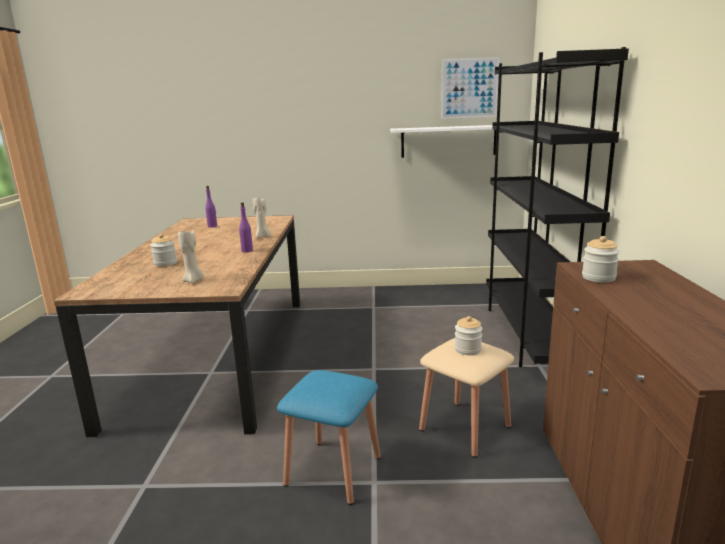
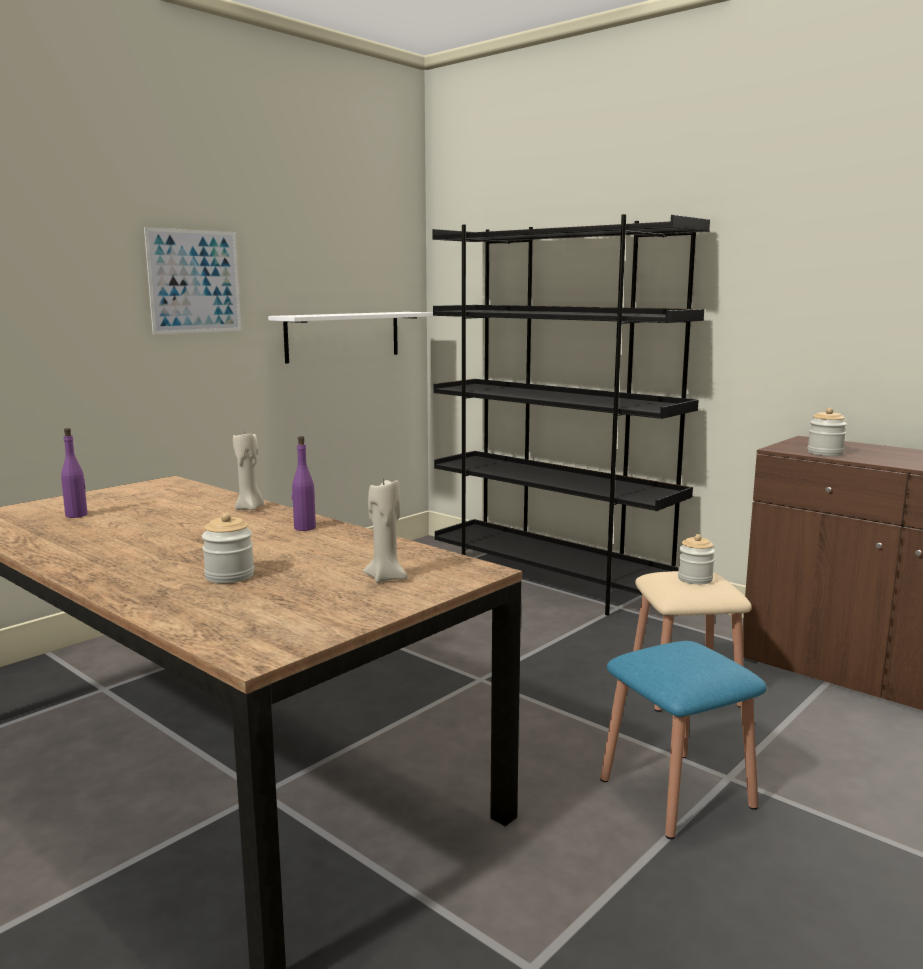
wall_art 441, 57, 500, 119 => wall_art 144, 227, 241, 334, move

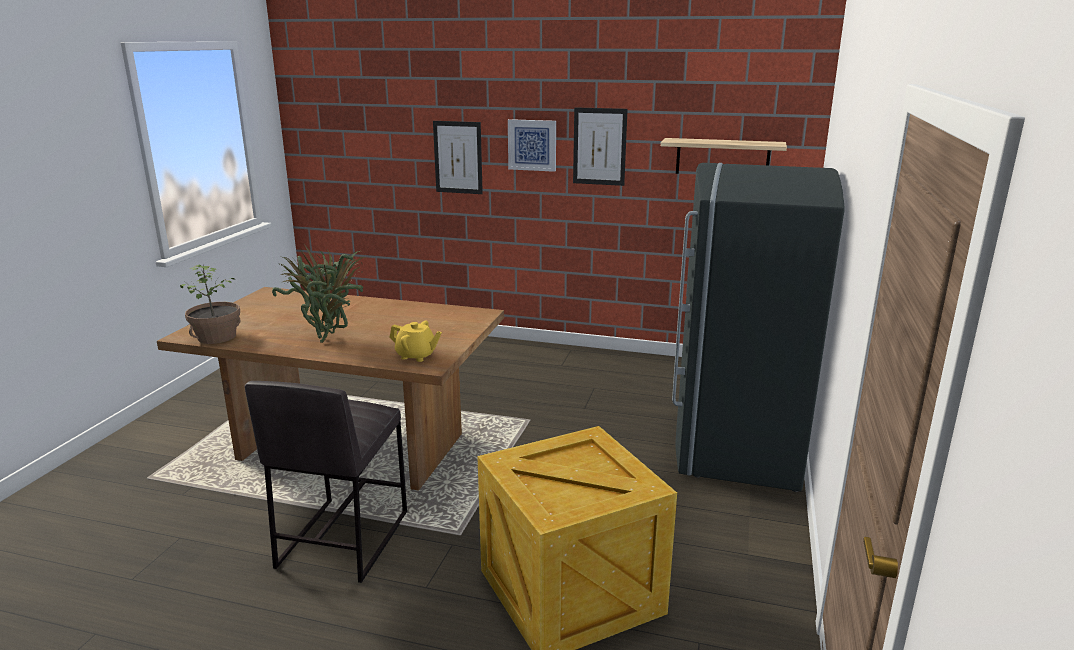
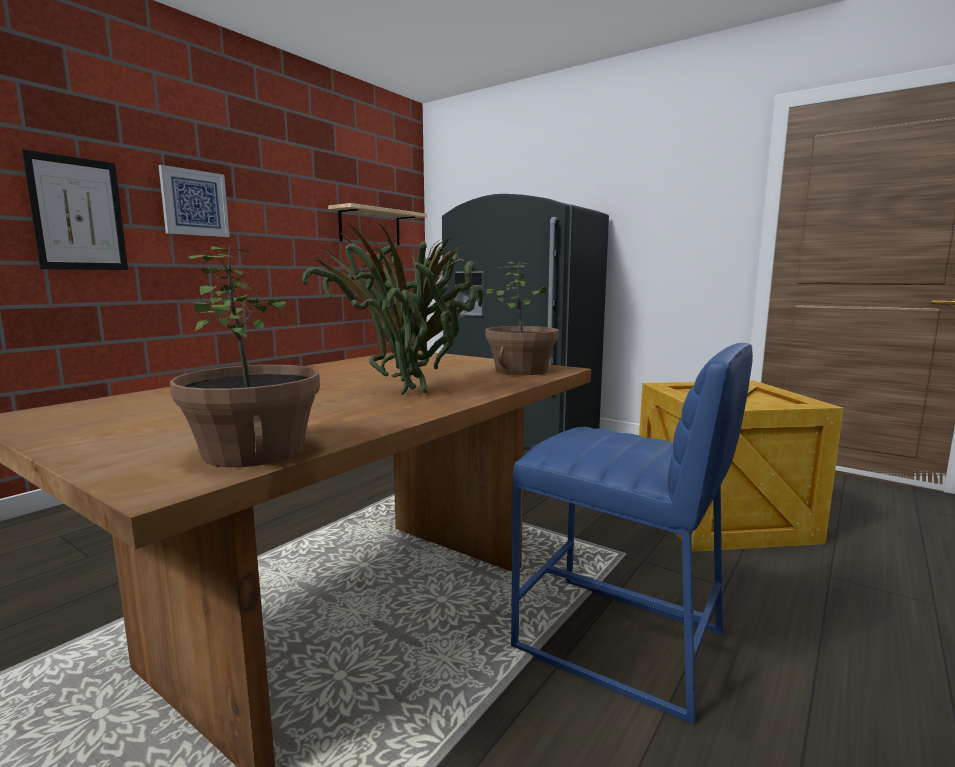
wall_art 573, 107, 628, 186 => nothing
yellow-coloured_teapot 389, 321, 442, 362 => potted_plant 486, 261, 559, 375
gray_stool 245, 381, 407, 583 => bluish_stool 511, 343, 753, 724

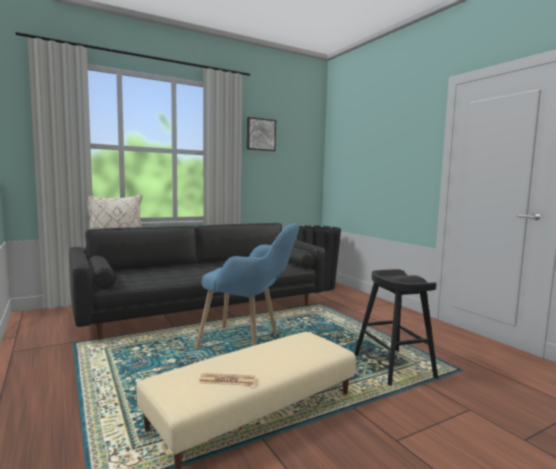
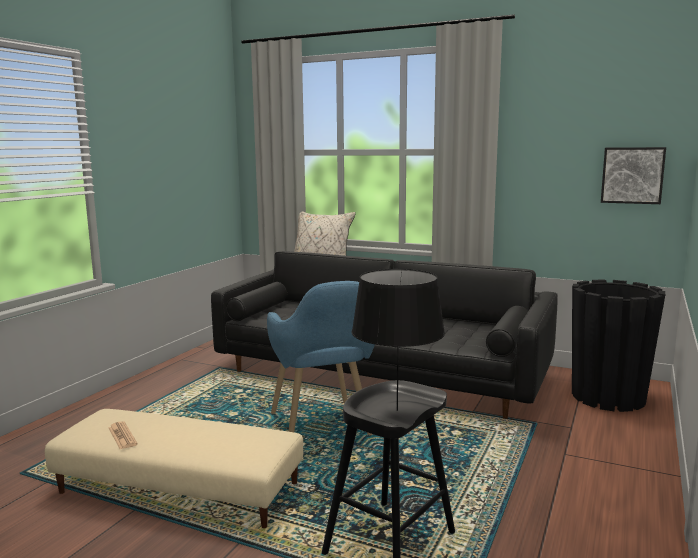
wall_art 247, 117, 276, 151 => wall_art 601, 147, 666, 204, move
nothing => black-coloured_lamp_for_a_table 351, 269, 445, 411

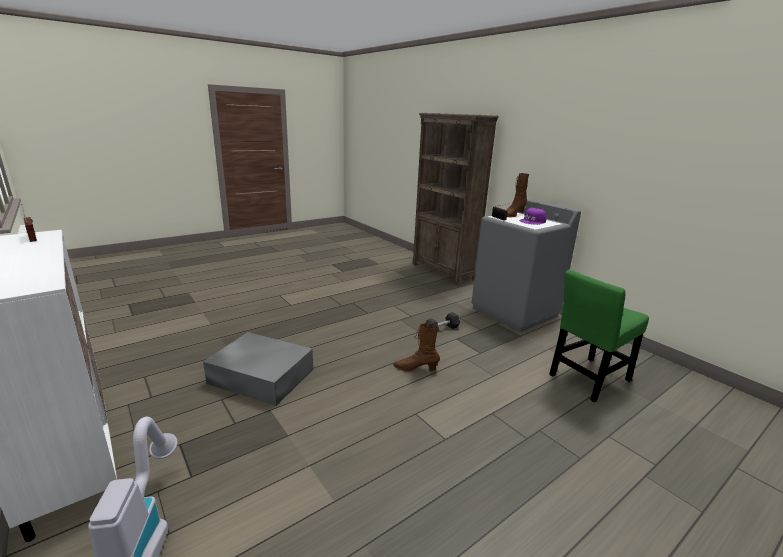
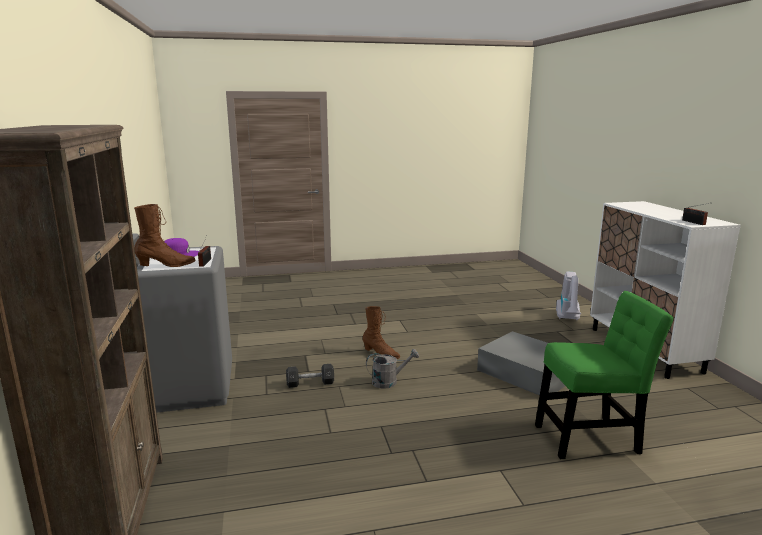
green-coloured_upright_chair 549, 270, 649, 402 => green-coloured_upright_chair 535, 291, 673, 459, move
nothing => gray_watering_can 366, 349, 419, 389

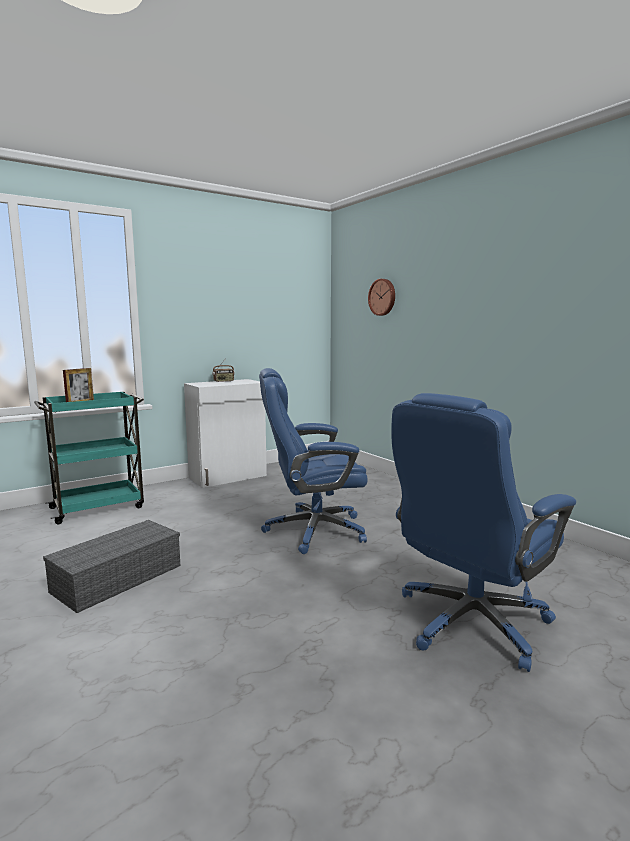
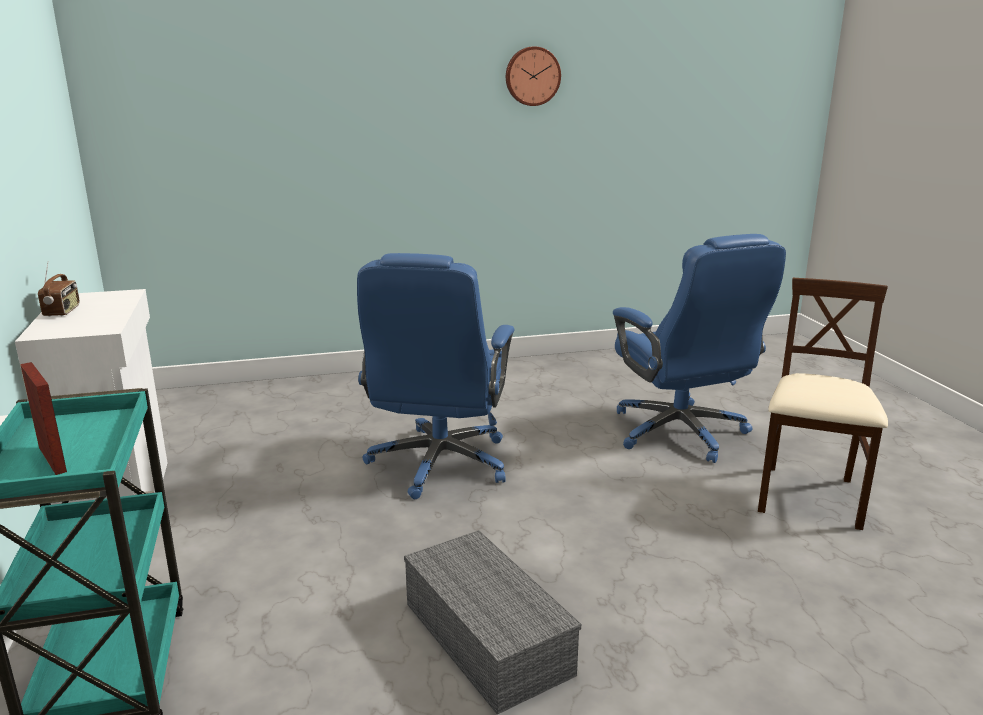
clock_on_the_wall 368, 279, 395, 316 => clock_on_the_wall 506, 47, 561, 106, move
nothing => beige-coloured_upright_chair 758, 278, 888, 530

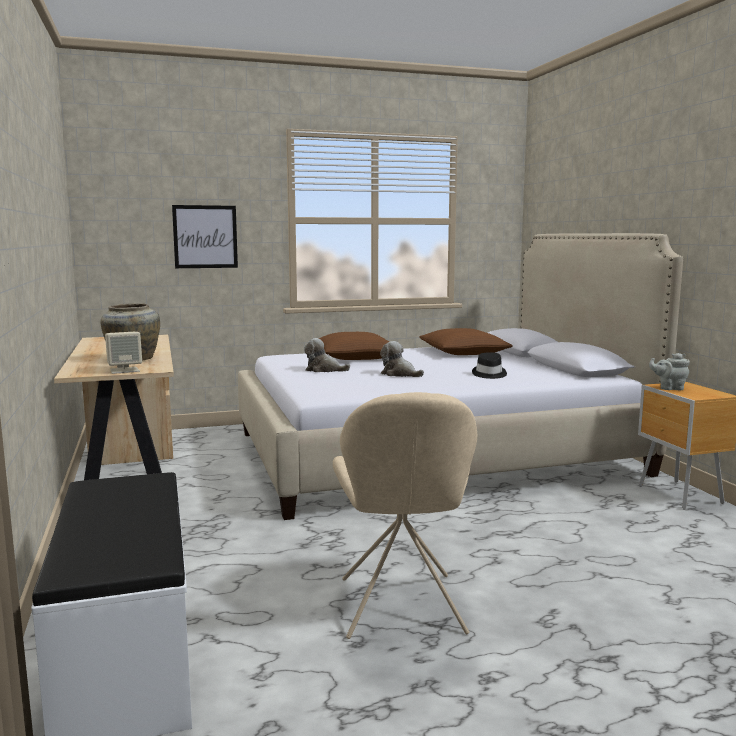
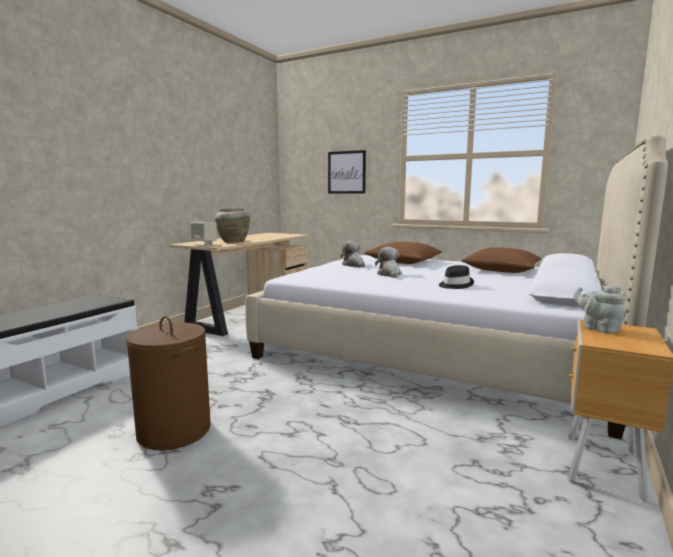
beige-coloured_upright_chair 333, 392, 477, 639 => brown_hamper 126, 316, 211, 450

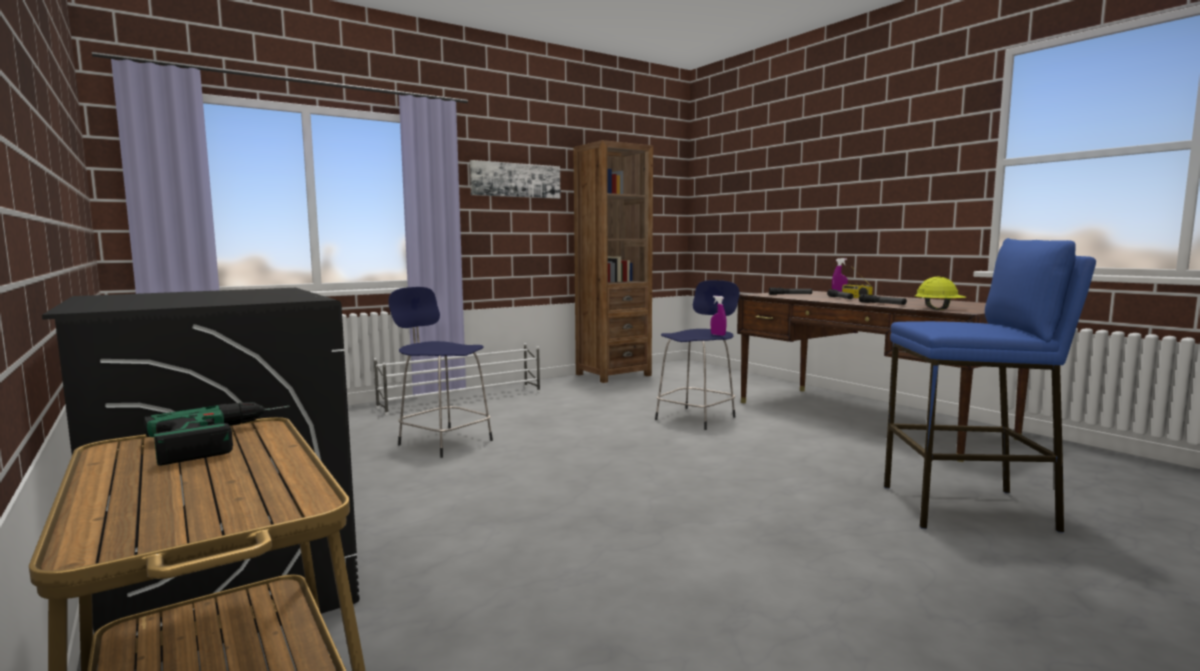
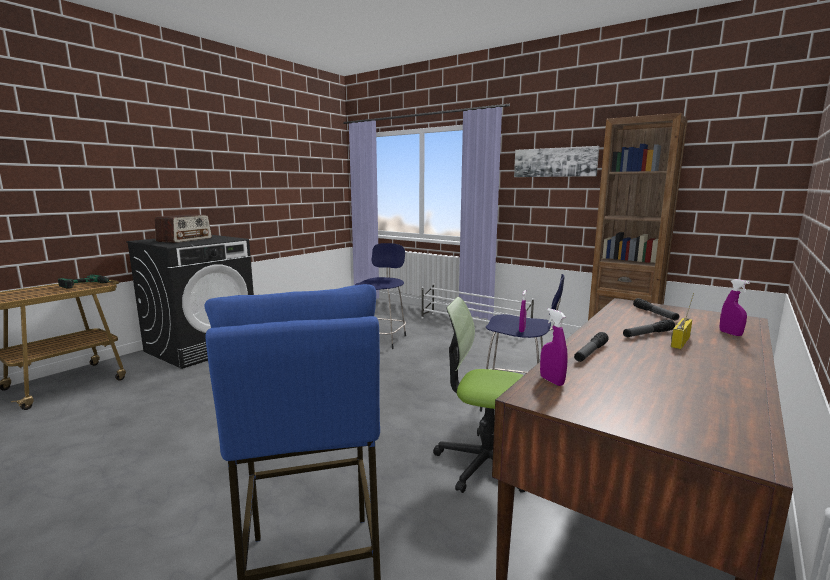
yellow-coloured_hard_hat 915, 277, 965, 310 => purple_sprayer 540, 308, 568, 386
nothing => radio_set 155, 214, 212, 243
nothing => desk_chair 433, 297, 525, 493

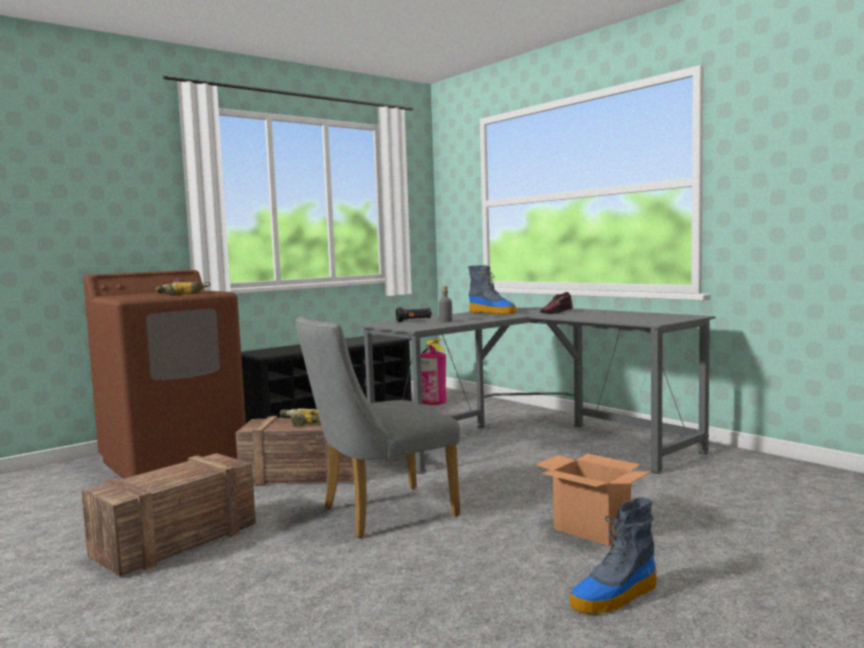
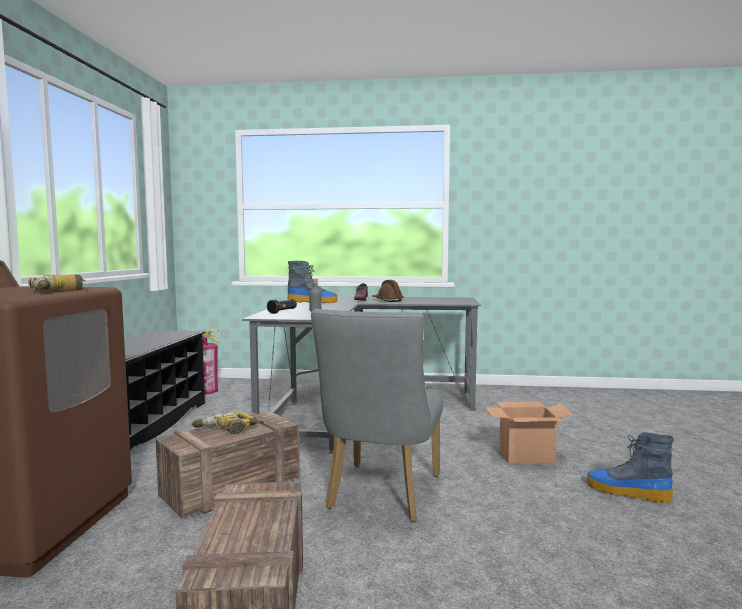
boot 570, 498, 657, 614 => boot 587, 432, 674, 503, 105 degrees clockwise
nothing => brown_hard_hat 372, 280, 404, 302

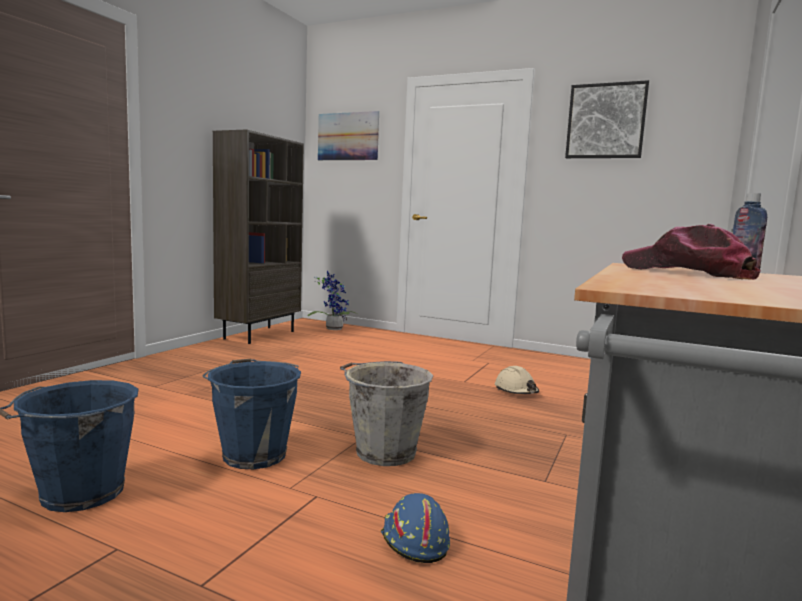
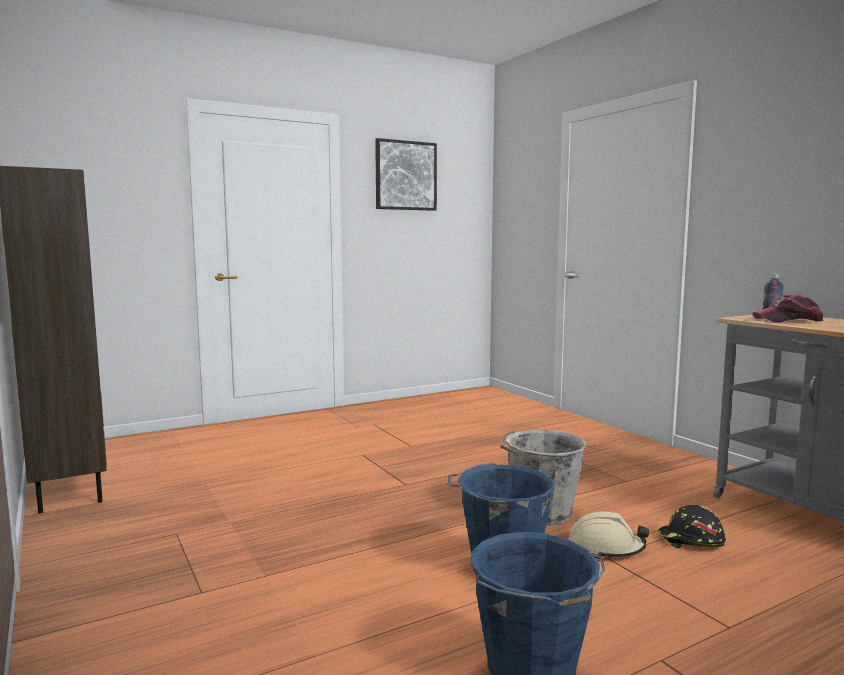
wall_art 318, 111, 379, 160 => nothing
potted_plant 307, 271, 358, 330 => nothing
beige-coloured_hard_hat 495, 366, 539, 394 => beige-coloured_hard_hat 569, 511, 649, 559, move
bluish_hard_hat 381, 493, 450, 563 => black-coloured_hard_hat 658, 505, 726, 548

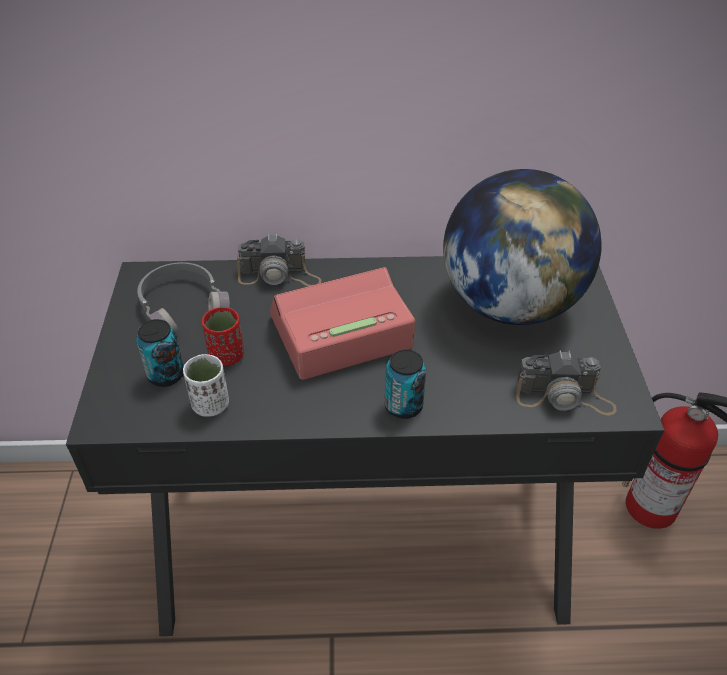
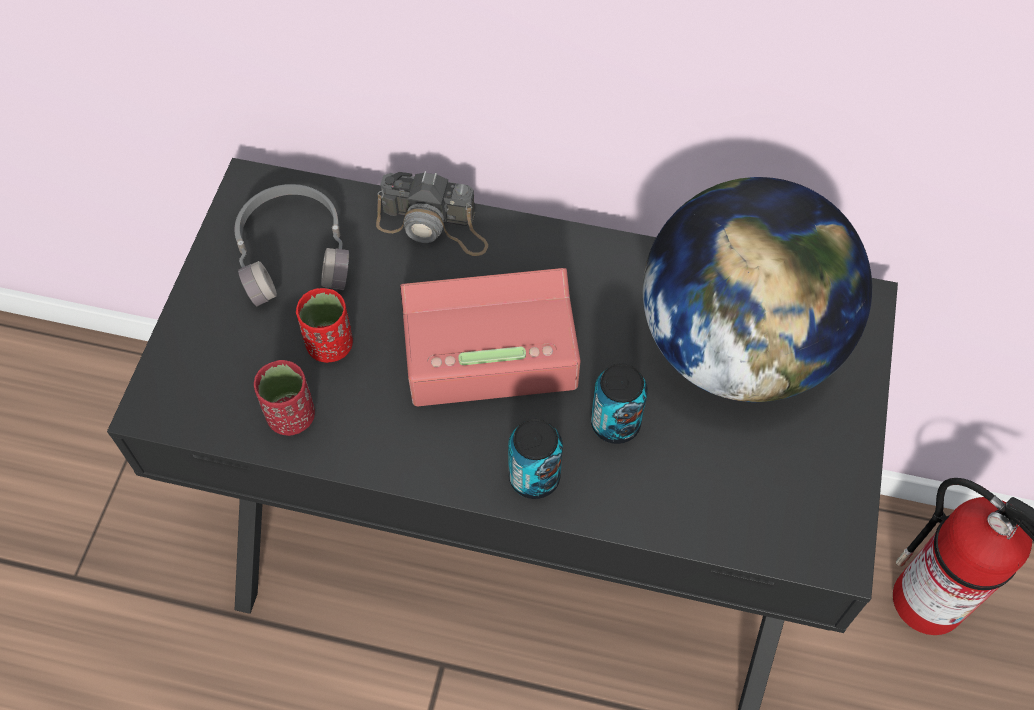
can 136, 319, 184, 387 => can 591, 363, 648, 444, move
photo_camera 516, 351, 617, 415 => nothing
whitish_drinking_cup 183, 354, 229, 417 => red-coloured_drinking_cup 253, 360, 315, 436

